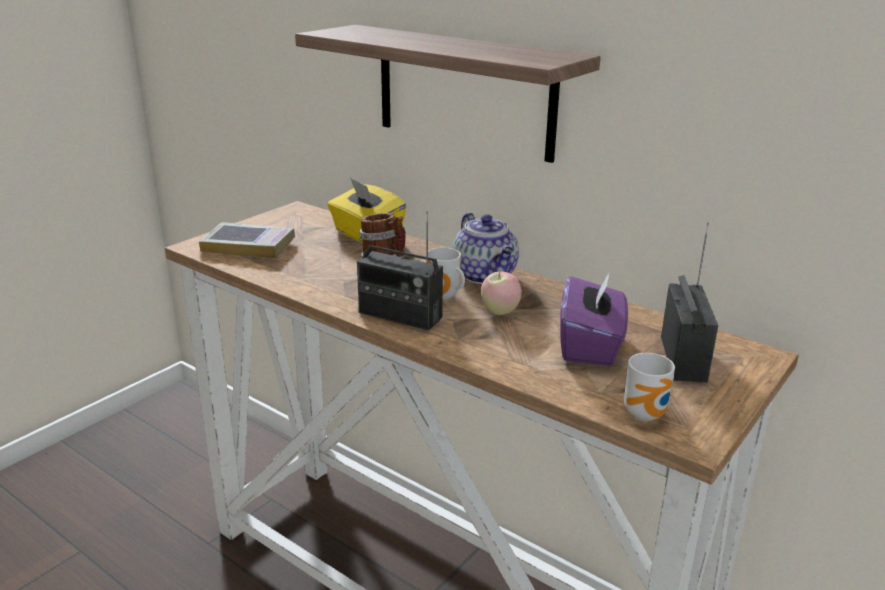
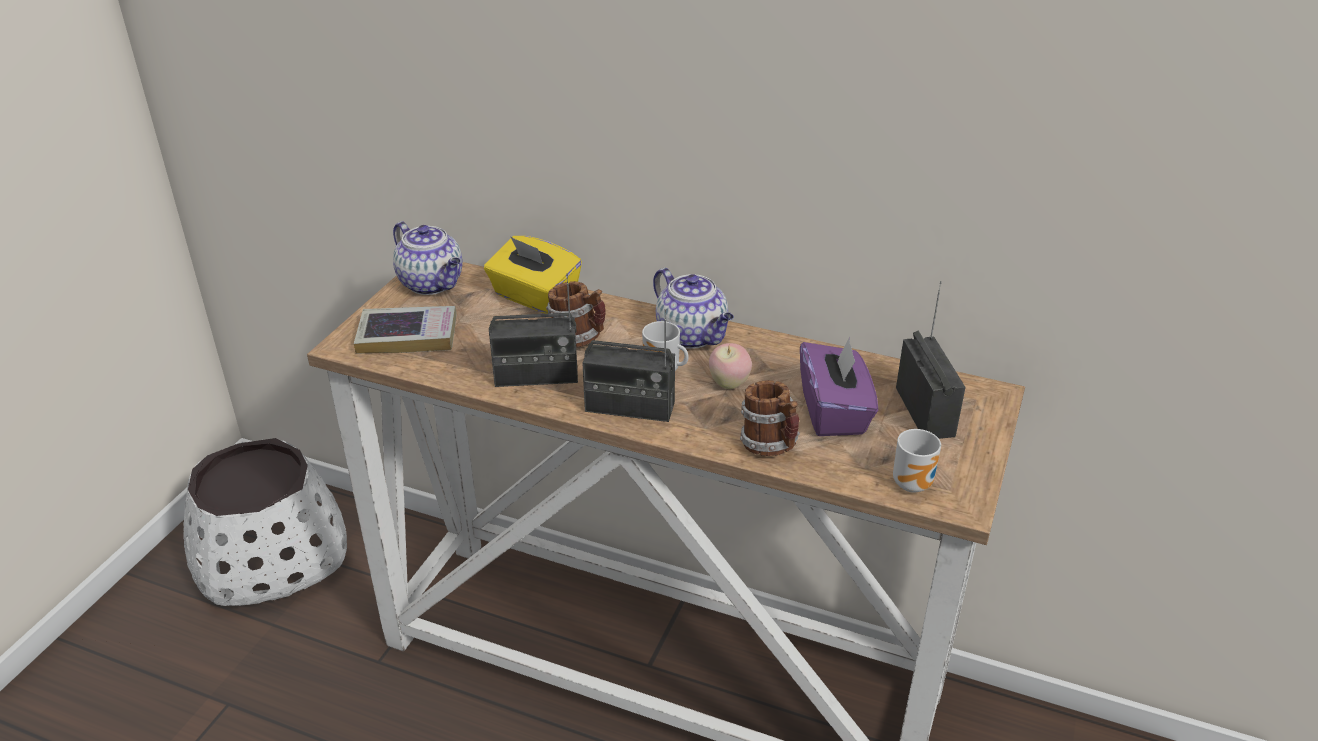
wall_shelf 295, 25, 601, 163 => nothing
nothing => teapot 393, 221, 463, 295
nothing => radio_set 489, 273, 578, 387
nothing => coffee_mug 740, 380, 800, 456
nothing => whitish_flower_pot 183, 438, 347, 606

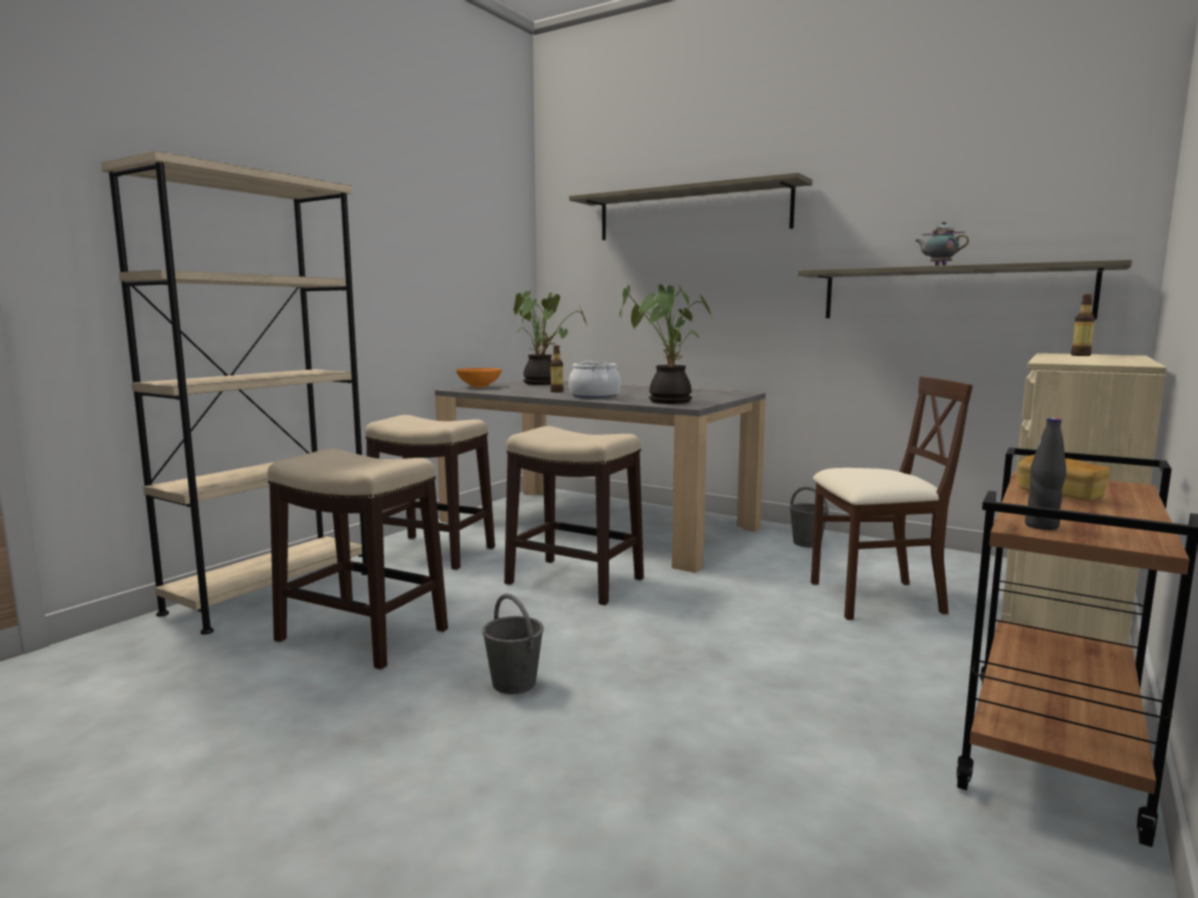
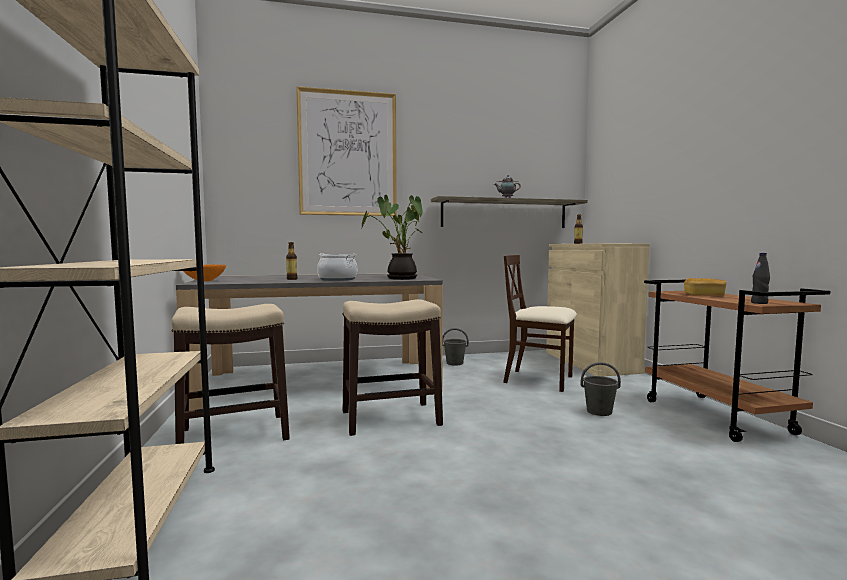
wall_shelf 569, 172, 813, 240 => wall_art 296, 86, 397, 216
potted_plant 514, 290, 587, 385 => nothing
beige-coloured_upright_chair 811, 376, 973, 620 => beige-coloured_upright_chair 503, 255, 577, 392, 105 degrees counterclockwise
stool 267, 448, 448, 670 => nothing
gray_bucket 482, 593, 544, 694 => gray_bucket 581, 362, 621, 416, move

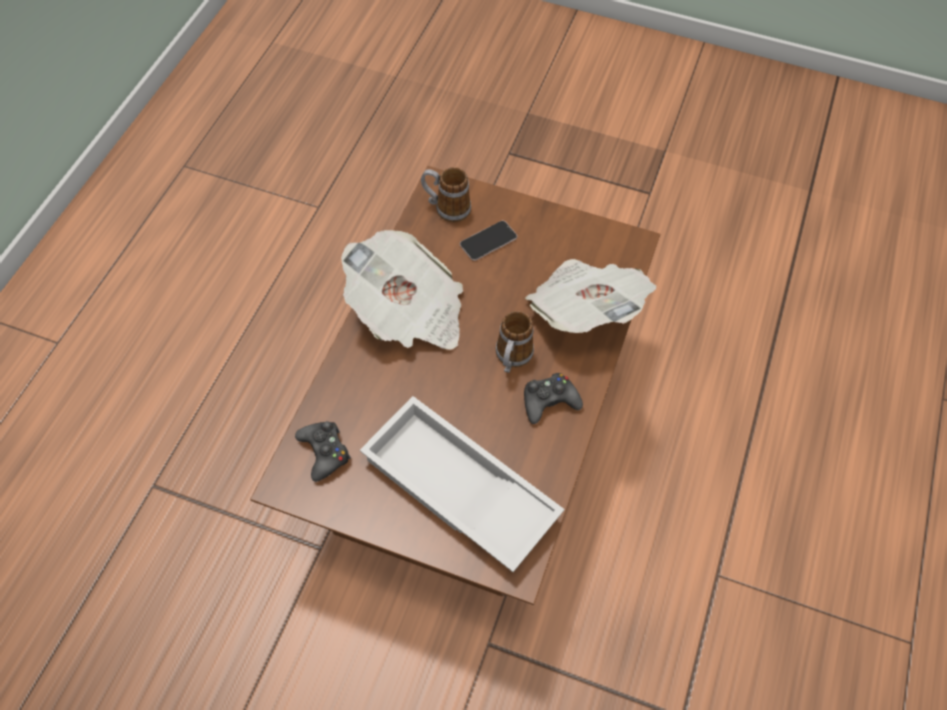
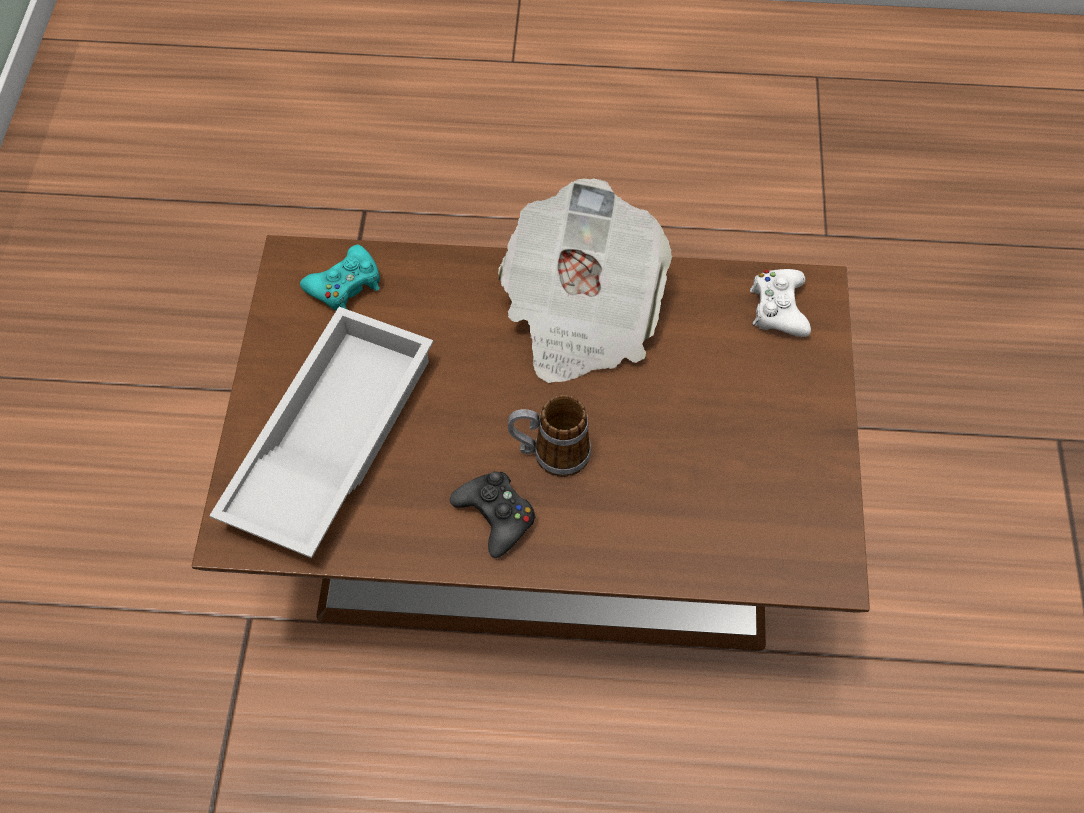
coffee_mug 421, 167, 471, 222 => whitish_gamepad 750, 269, 811, 337
telephone 460, 221, 517, 261 => nothing
newspaper 525, 259, 656, 333 => nothing
black-coloured_gamepad 295, 421, 351, 482 => blue-green_gamepad 300, 245, 380, 310

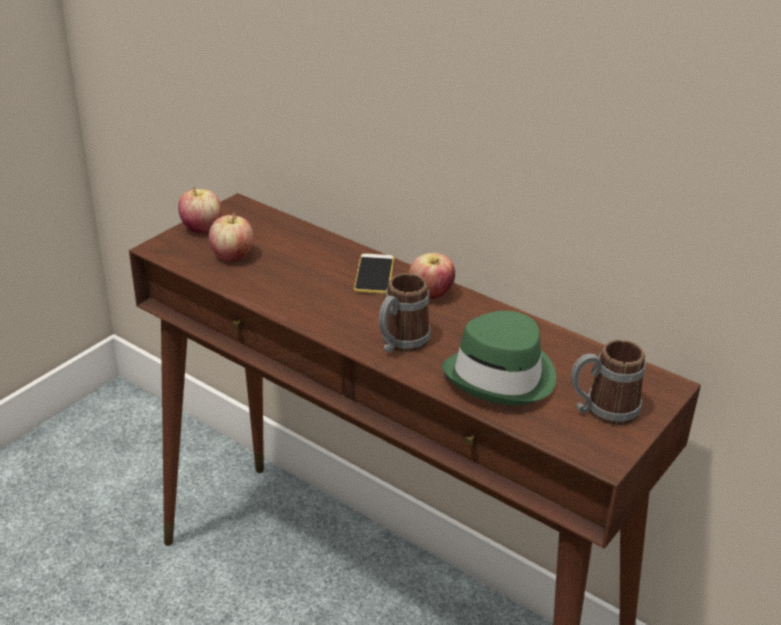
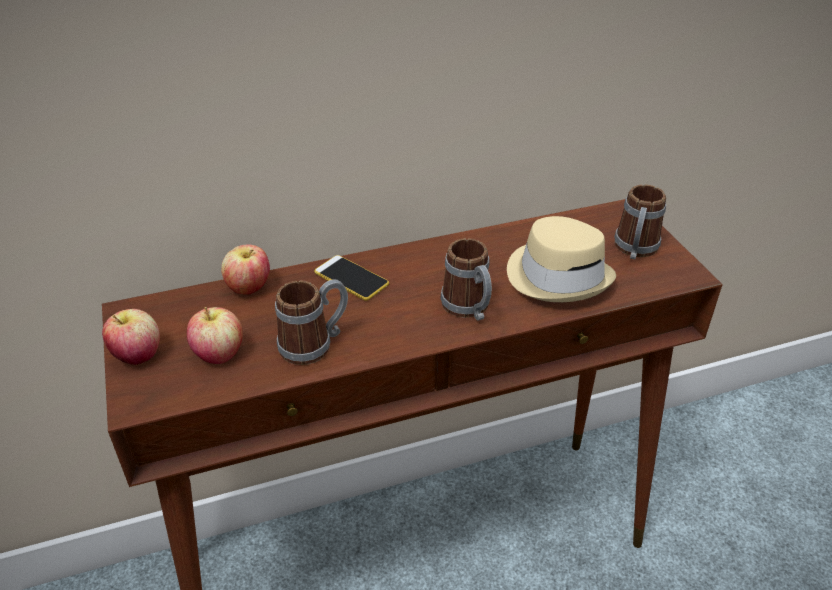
apple_fruit 409, 253, 455, 299 => apple_fruit 221, 244, 270, 294, move
green-coloured_hat 441, 311, 556, 405 => beige-coloured_hat 507, 216, 616, 302
nothing => coffee_mug 275, 279, 348, 365

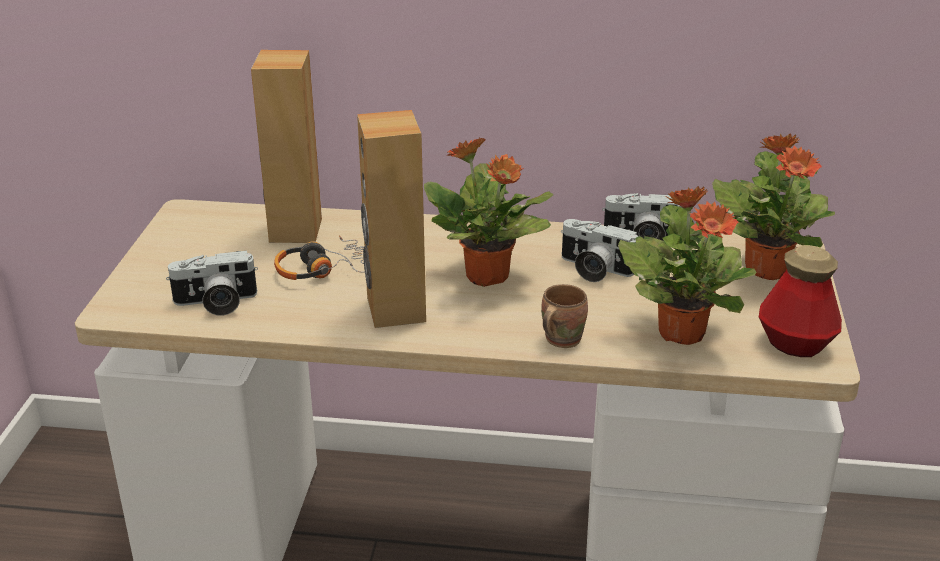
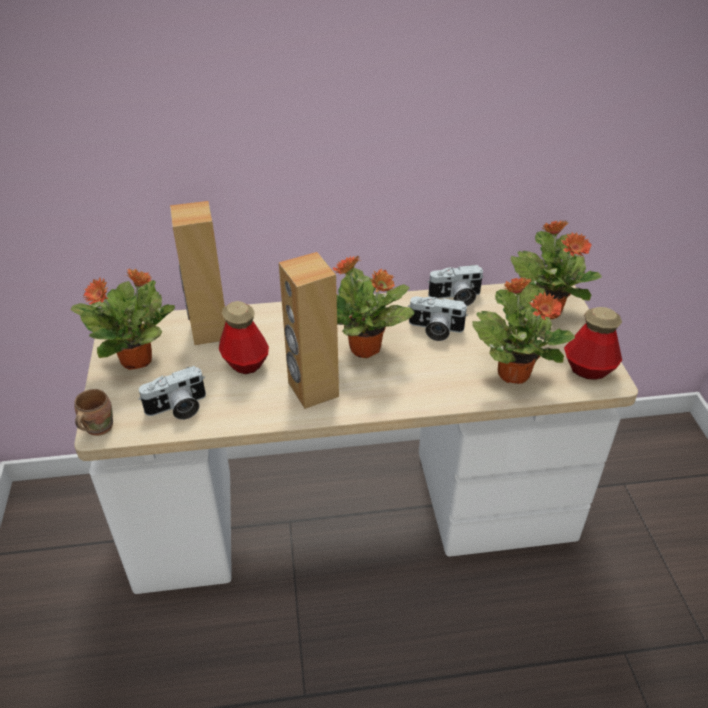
headphones 274, 235, 365, 280 => beverage_bottle 219, 301, 269, 374
brown_coffee_mug 541, 284, 588, 348 => brown_coffee_mug 74, 389, 113, 436, move
nothing => potted_plant 70, 268, 175, 370

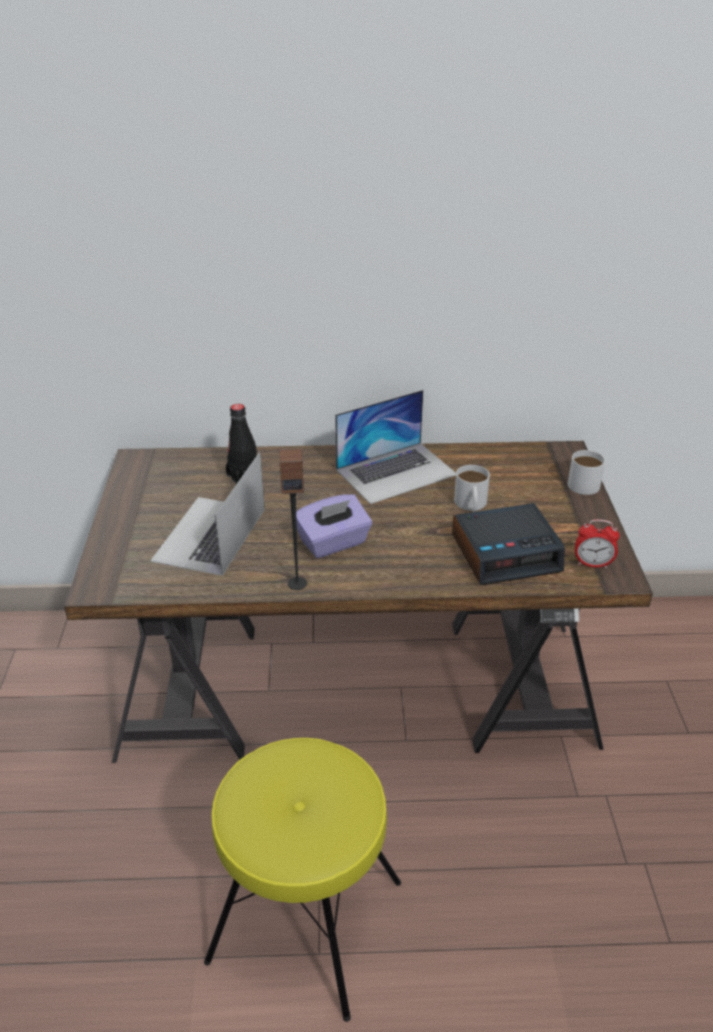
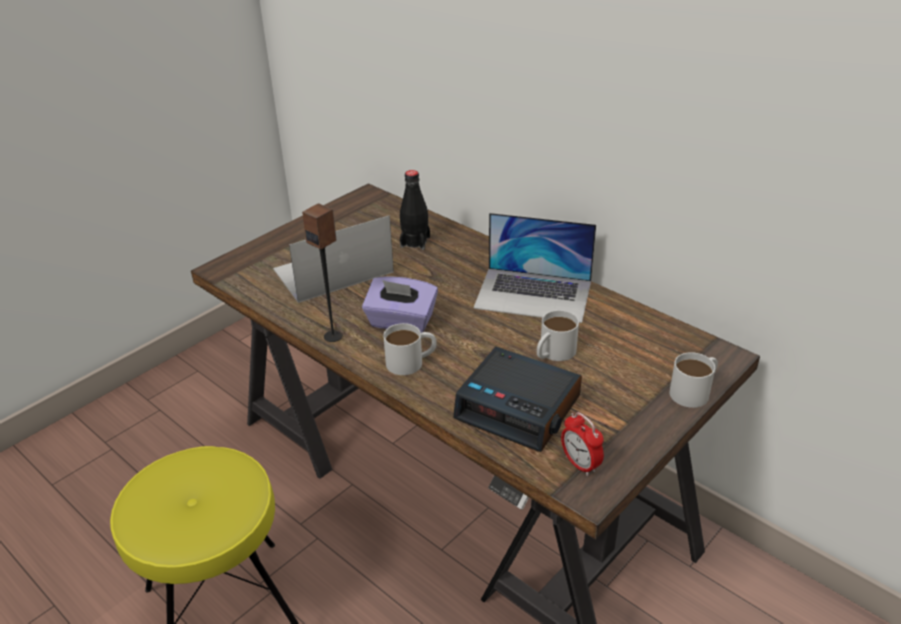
nothing => whitish_coffee_mug 383, 323, 437, 375

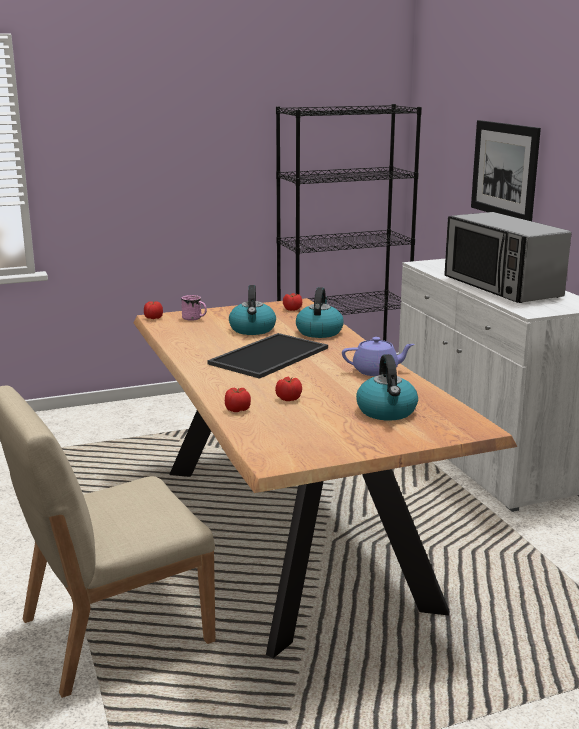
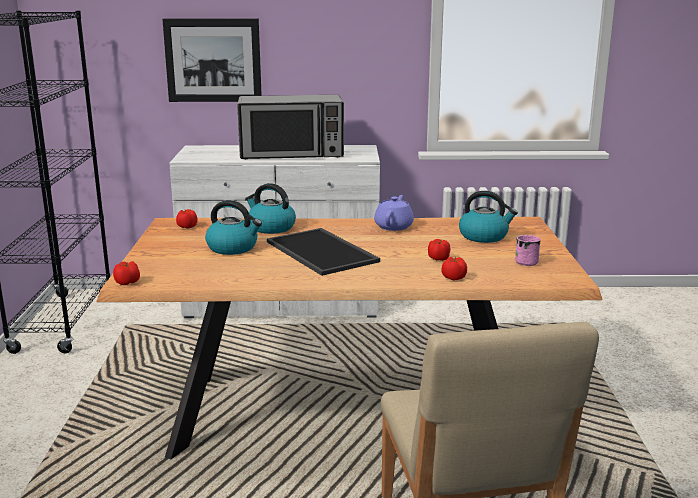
pinkish_coffee_mug 181, 295, 207, 321 => pinkish_coffee_mug 515, 235, 541, 266, move

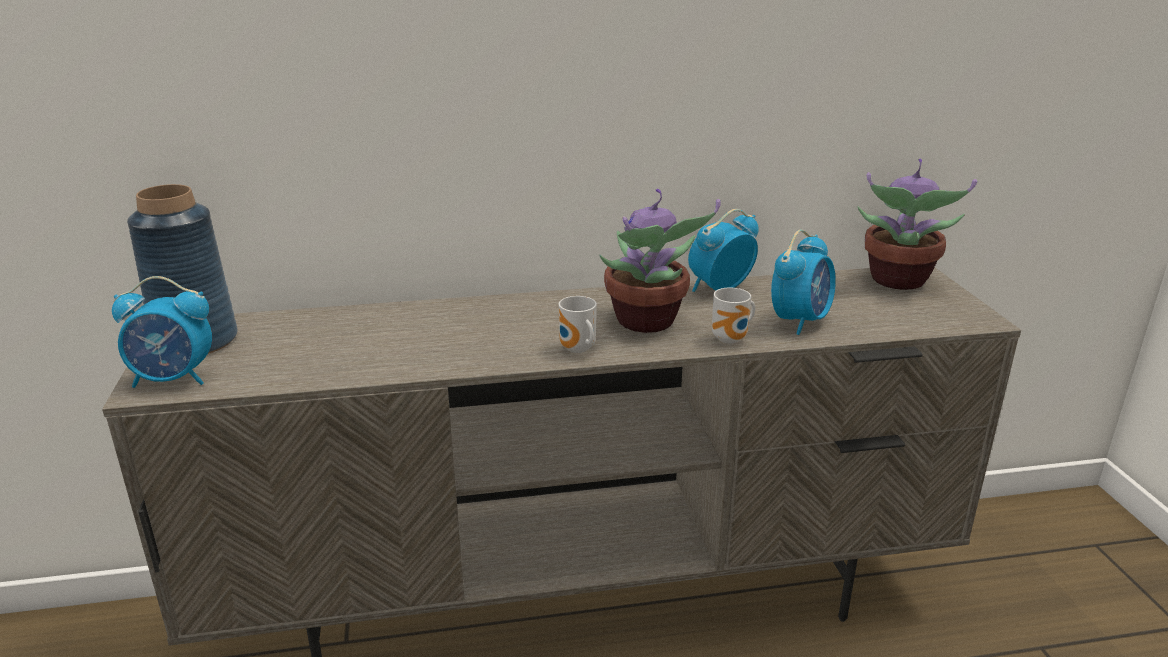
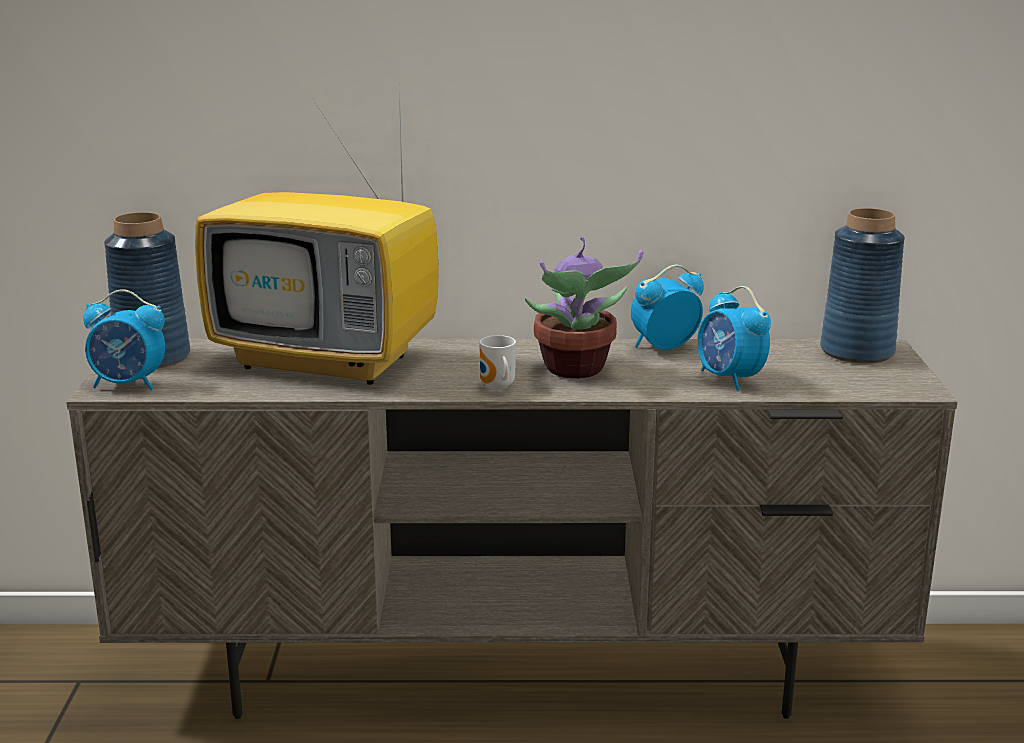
potted_plant 858, 158, 977, 290 => bluish_vase 820, 208, 905, 364
bedside_clock 771, 230, 836, 335 => bedside_clock 697, 286, 771, 390, 105 degrees clockwise
coffee_mug 712, 288, 755, 344 => nothing
nothing => TV 195, 91, 439, 385

